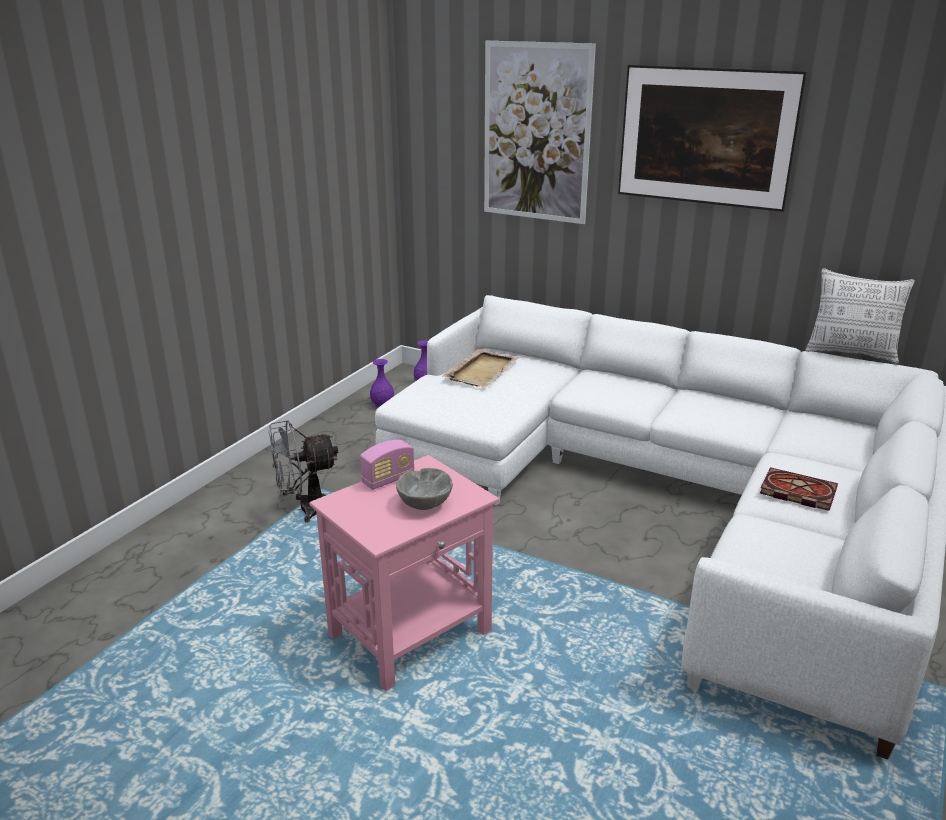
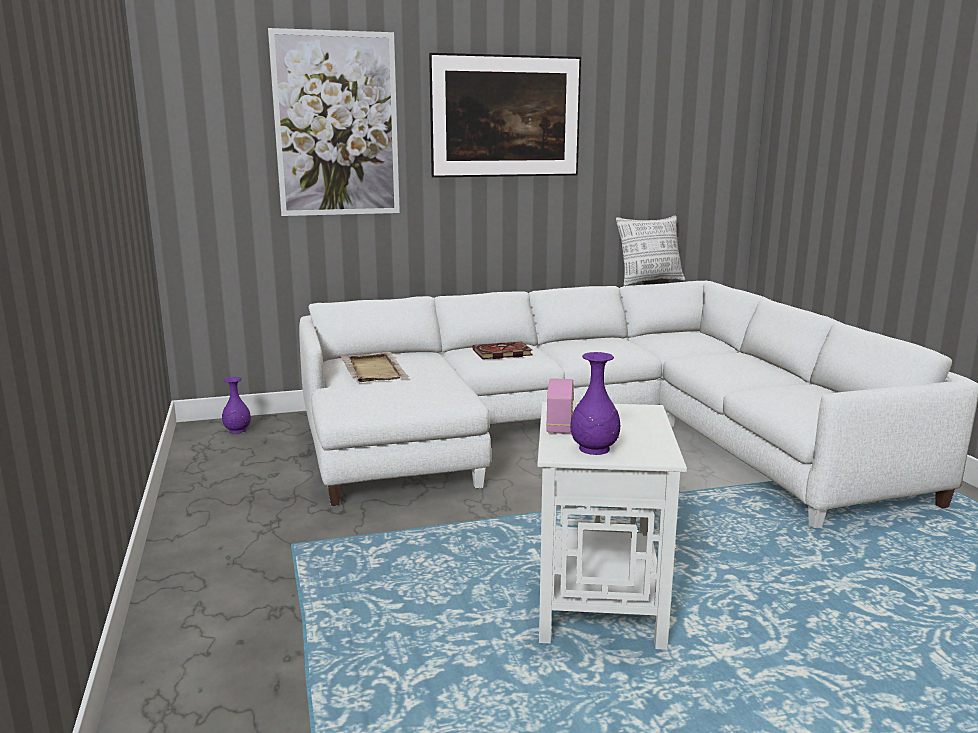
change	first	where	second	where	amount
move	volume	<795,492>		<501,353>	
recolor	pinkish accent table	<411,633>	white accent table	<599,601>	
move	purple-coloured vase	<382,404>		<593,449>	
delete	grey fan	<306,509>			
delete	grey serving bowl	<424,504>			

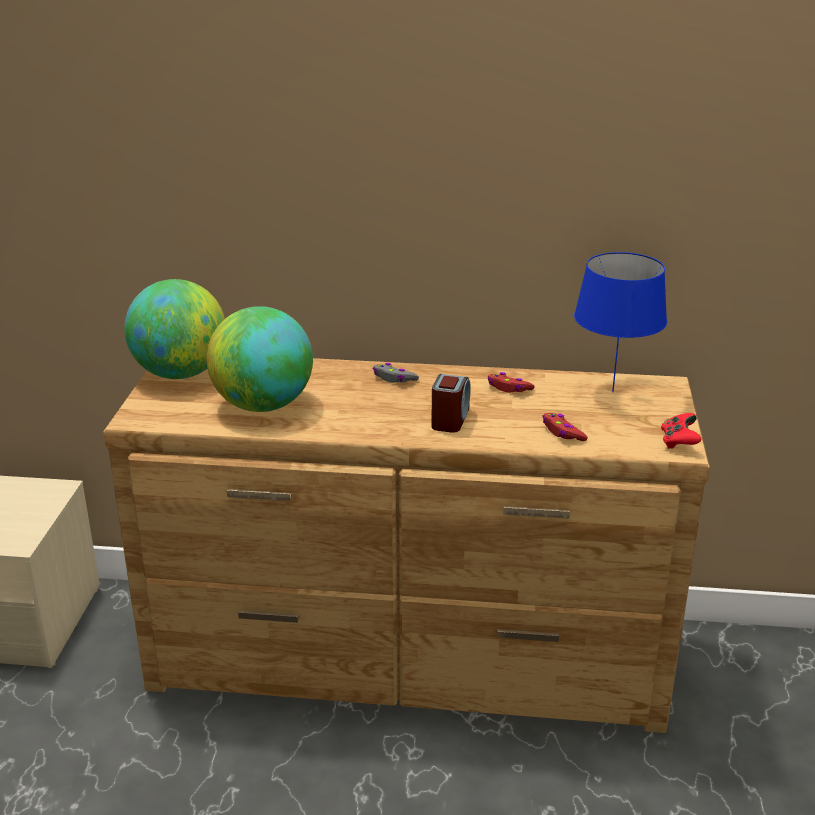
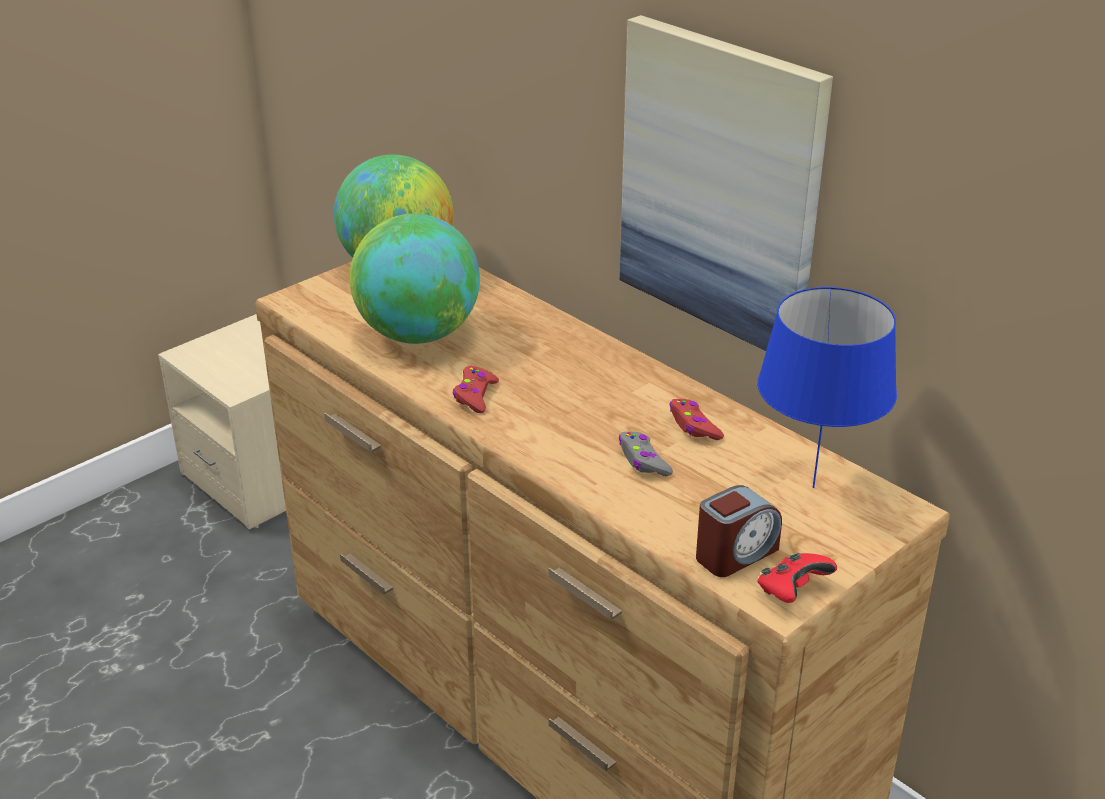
change	first	where	second	where	amount
move	red game controller	<562,433>		<475,396>	
move	grey game controller	<394,379>		<643,461>	
insert			wall art	<721,186>	
move	bedside clock	<450,419>		<735,554>	

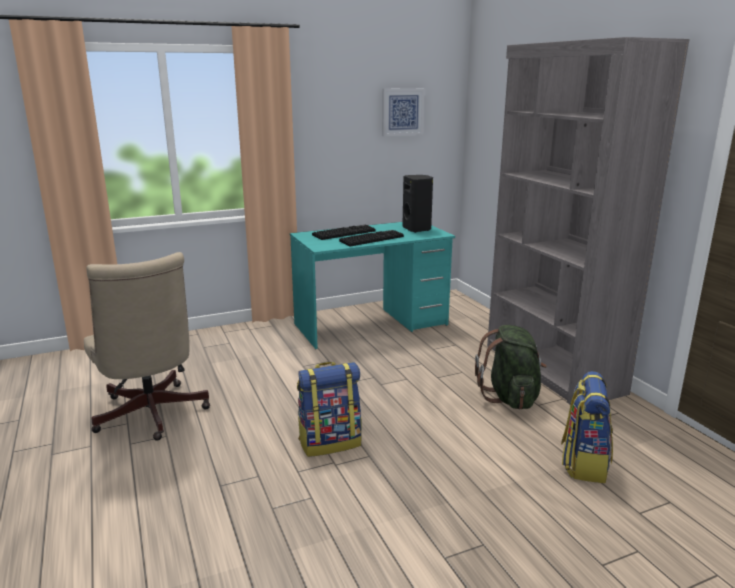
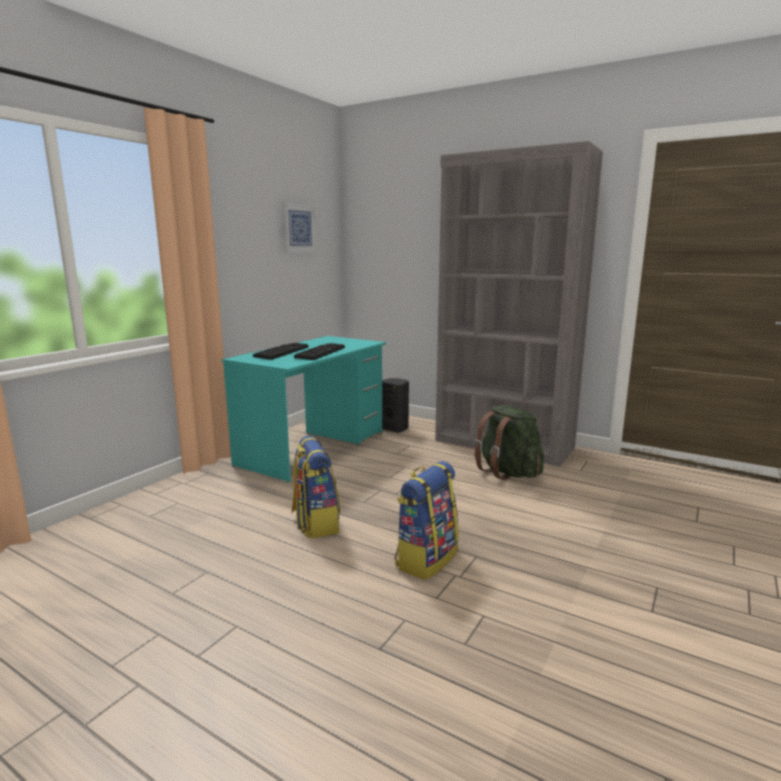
change	first	where	second	where	amount
move	knapsack	<583,463>		<315,523>	
move	black-coloured speaker	<417,229>		<395,428>	
delete	beige-coloured desk chair	<151,416>			

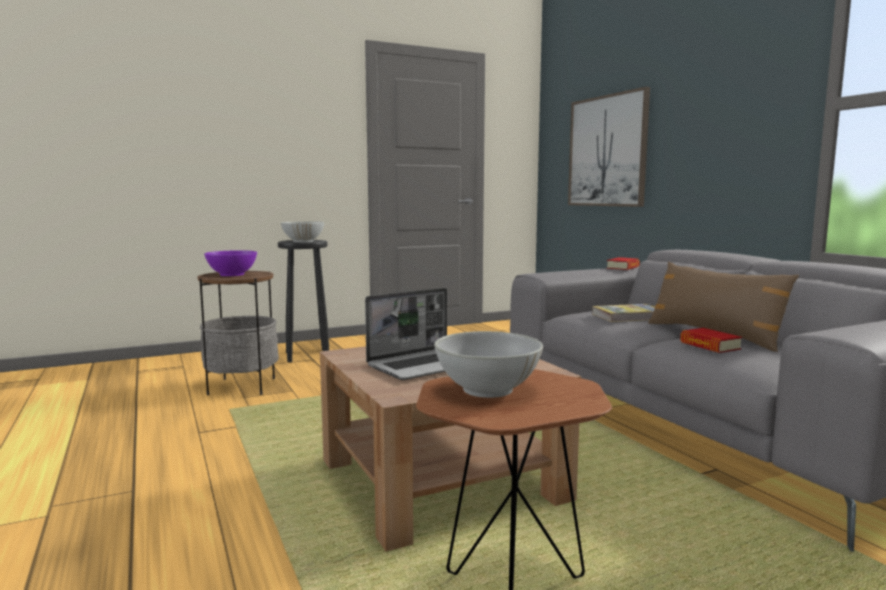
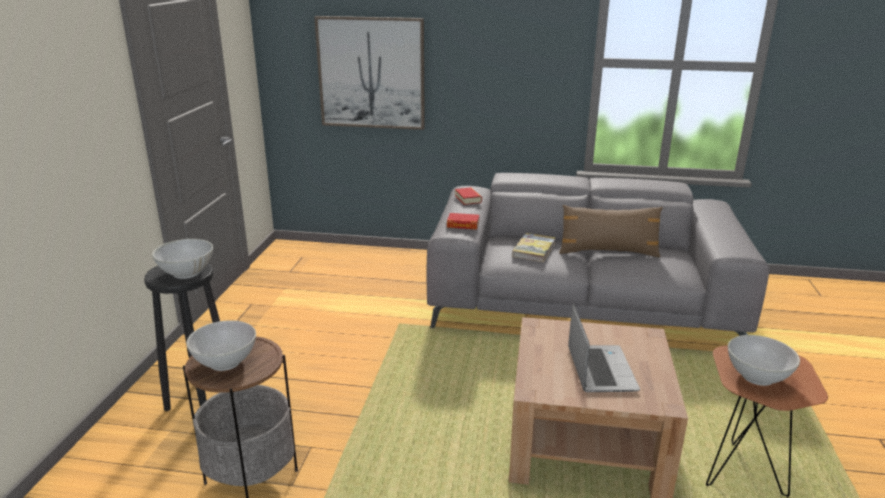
change	first	where	second	where	amount
recolor	purple-coloured serving bowl	<232,275>	white serving bowl	<225,362>	
move	volume	<709,346>		<463,225>	

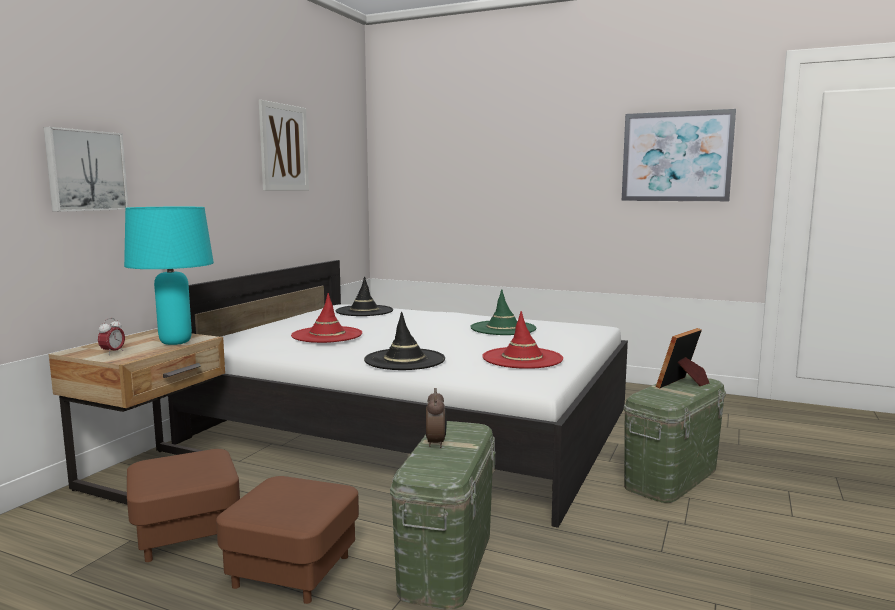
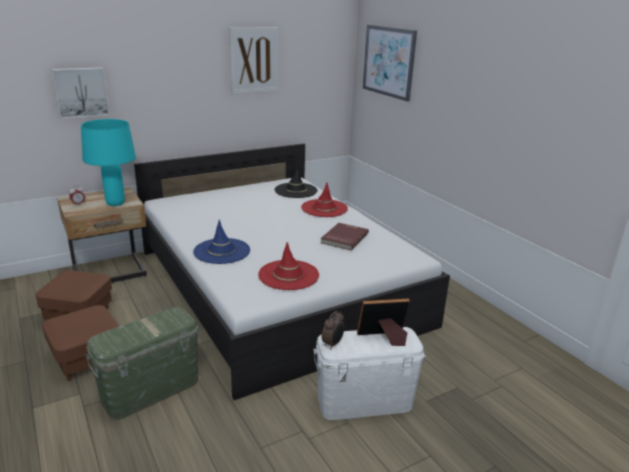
change	first	where	second	where	amount
recolor	black-coloured clothing hat	<404,360>	blue clothing hat	<222,251>	
move	red clothing hat	<327,335>		<324,208>	
recolor	green-coloured storage box	<671,478>	white storage box	<364,402>	
replace	green-coloured clothing hat	<503,328>	red volume	<343,238>	
move	bedside clock	<436,443>		<333,344>	
move	wall art	<676,156>		<388,61>	

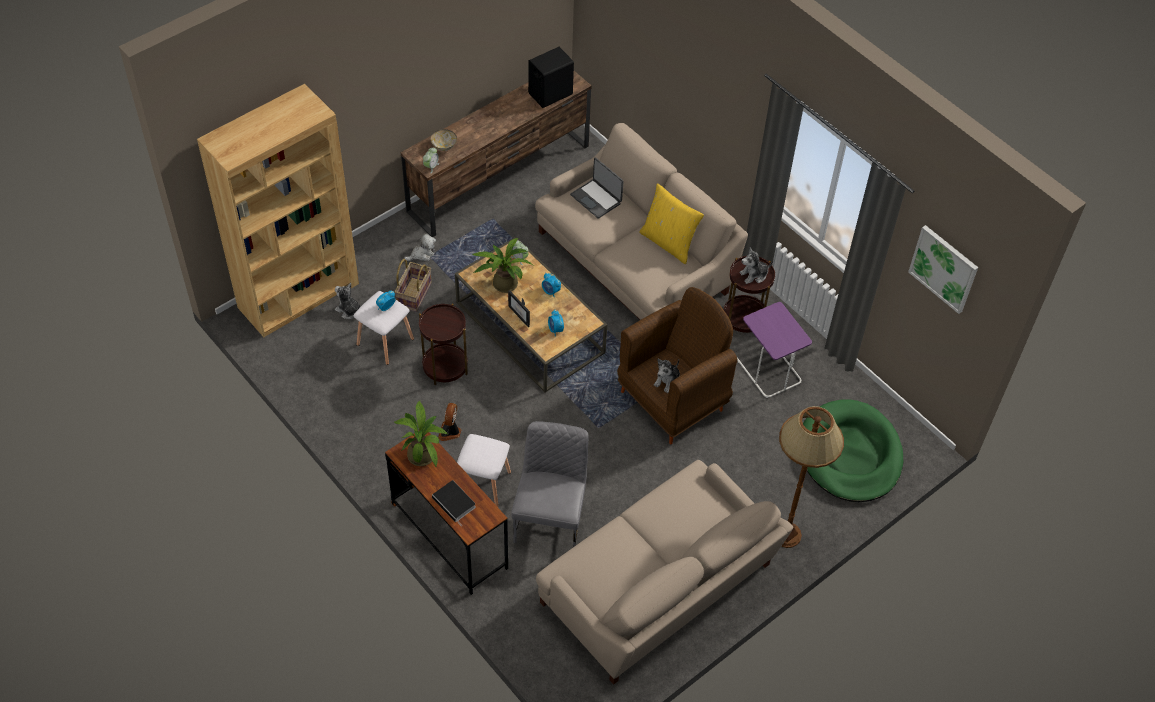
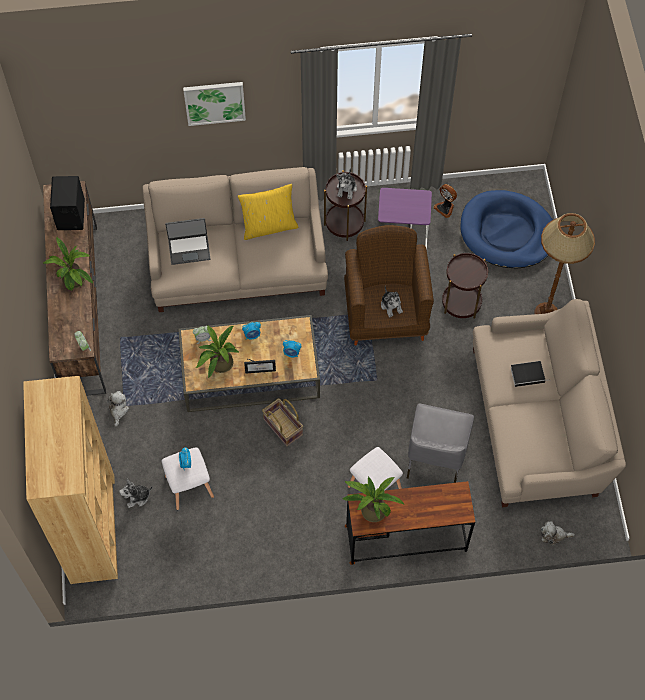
change	first	where	second	where	amount
insert			potted plant	<74,282>	
move	wall art	<944,268>		<214,102>	
move	storage basket	<413,294>		<282,427>	
rotate	grey chair	<551,518>		<435,458>	120 degrees counterclockwise
move	fan	<450,432>		<445,208>	
move	brown accent table	<445,366>		<461,302>	
recolor	green-coloured pet bed	<850,454>	blue pet bed	<507,232>	
move	volume	<455,503>		<528,374>	
insert			cuddly toy	<553,535>	
delete	serving bowl	<444,146>			

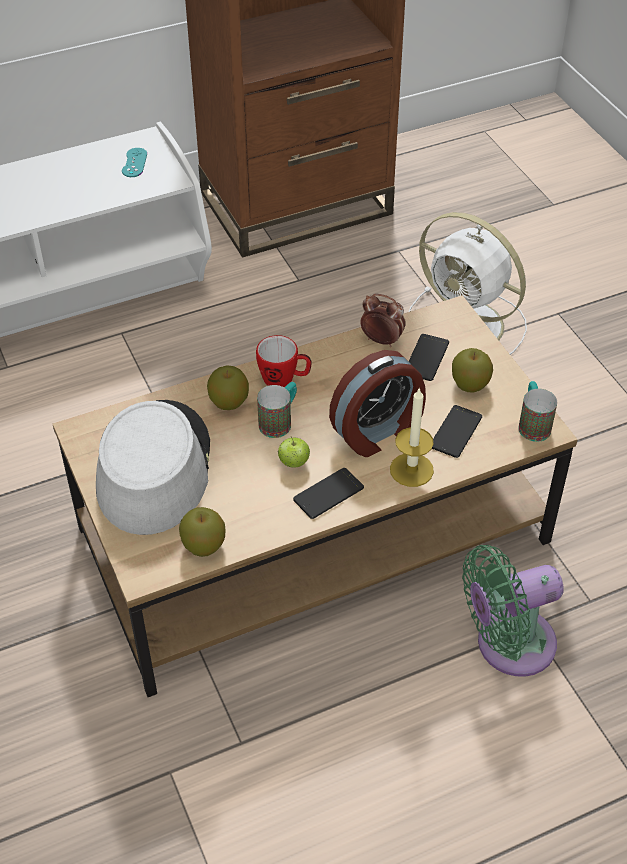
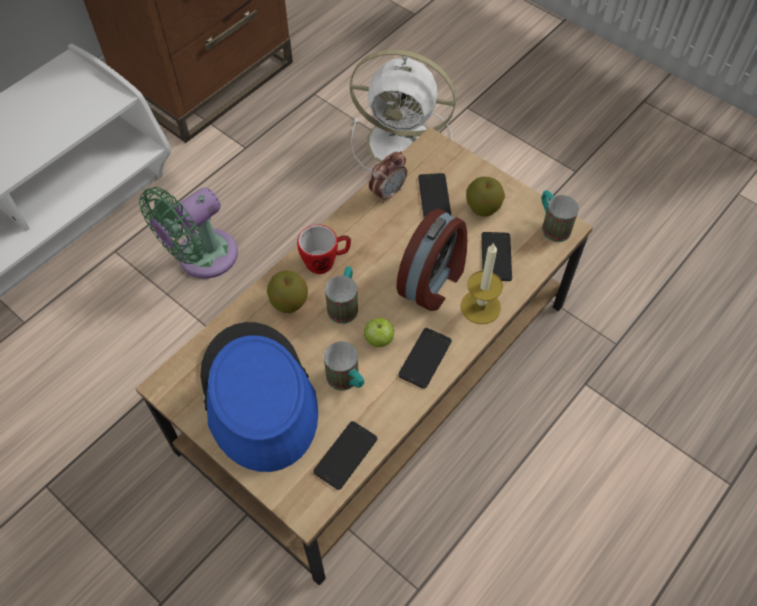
change	first	where	second	where	amount
move	green-coloured fan	<507,645>		<202,258>	
recolor	grey clothing hat	<153,468>	blue clothing hat	<257,396>	
replace	apple	<204,545>	handset	<345,455>	
insert			tea mug	<347,381>	
rotate	bedside clock	<381,340>		<388,193>	135 degrees clockwise
delete	blue-green game controller	<134,163>			

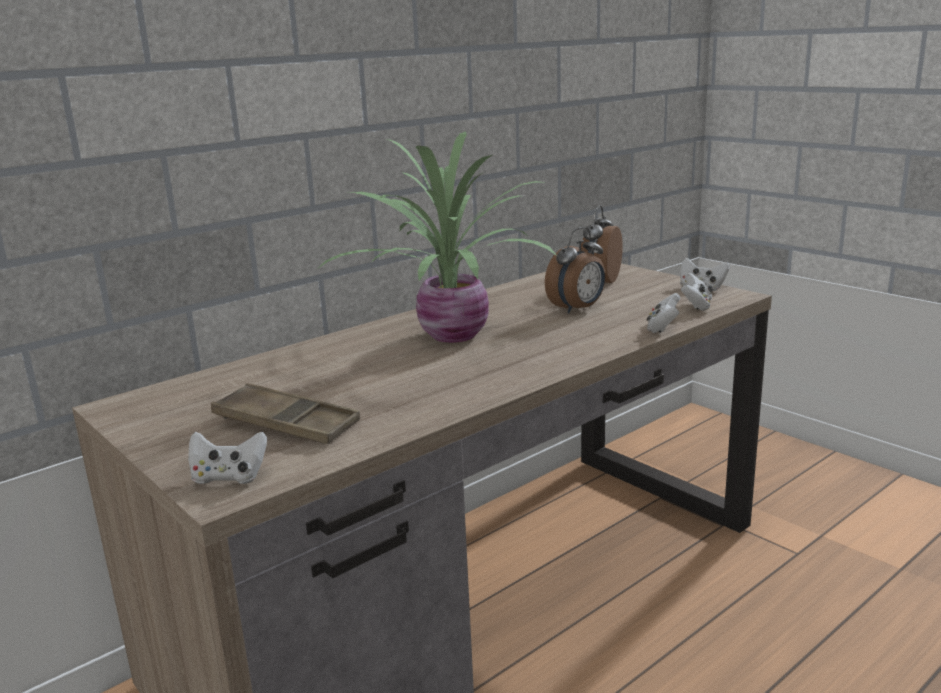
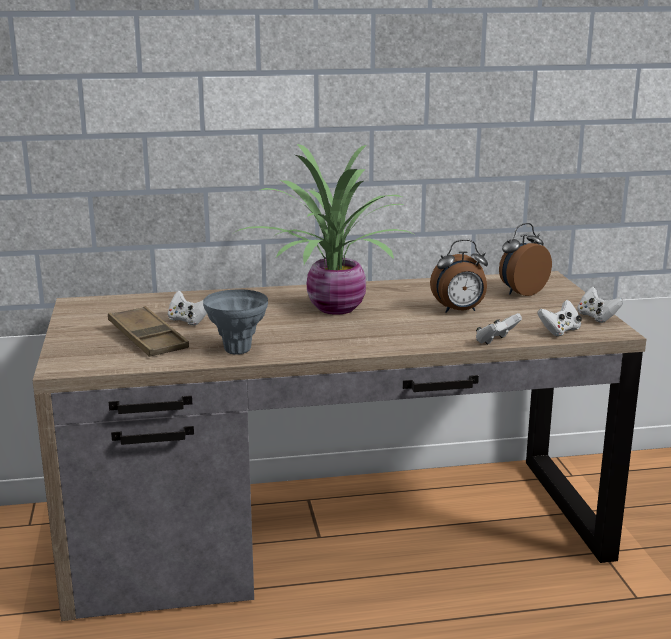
change	first	where	second	where	amount
move	white game controller	<229,477>		<188,321>	
insert			grey vase	<237,350>	

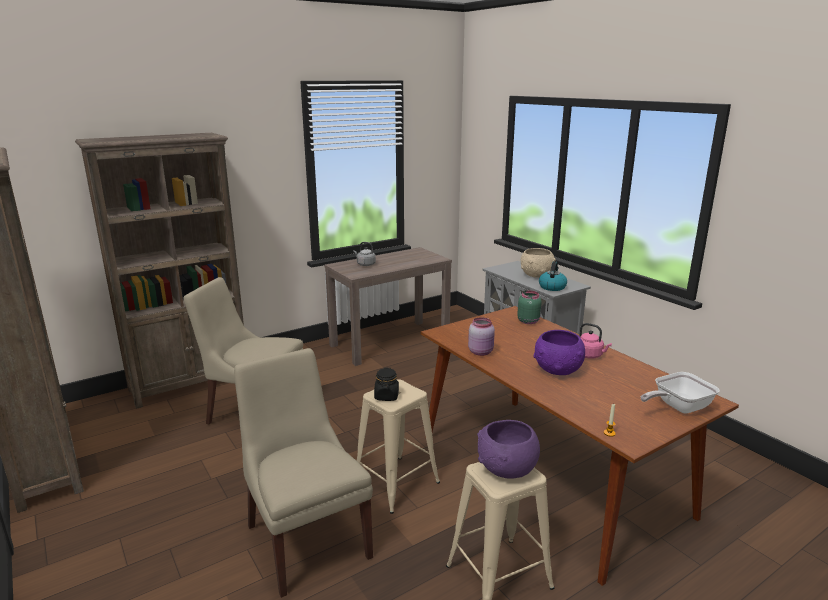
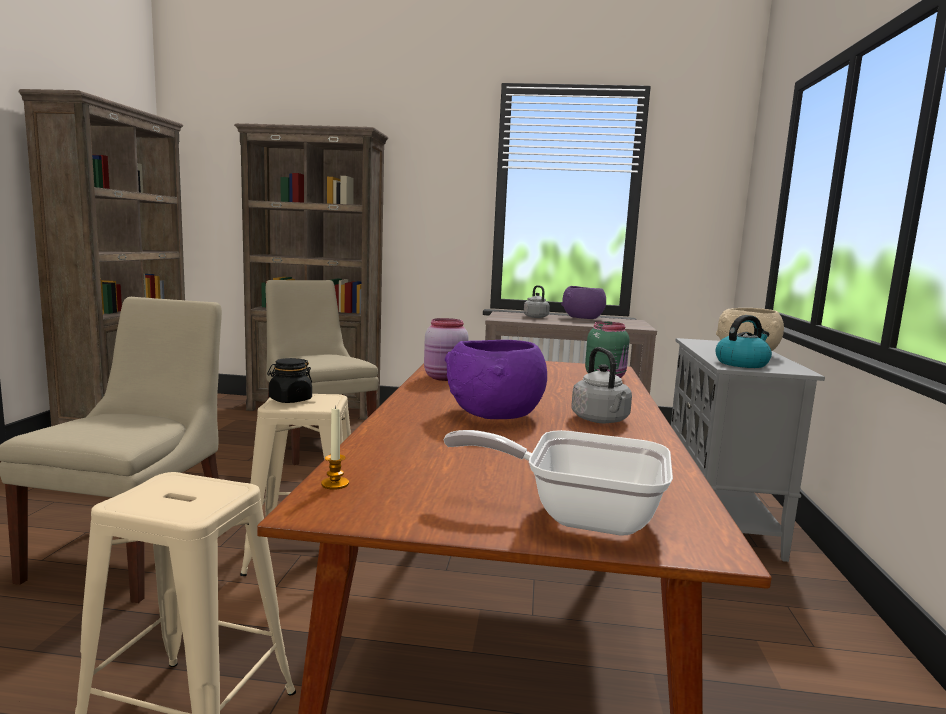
change	first	where	second	where	amount
move	purple-coloured serving bowl	<506,469>		<581,318>	
recolor	pinkish water kettle	<590,355>	grey water kettle	<601,420>	

